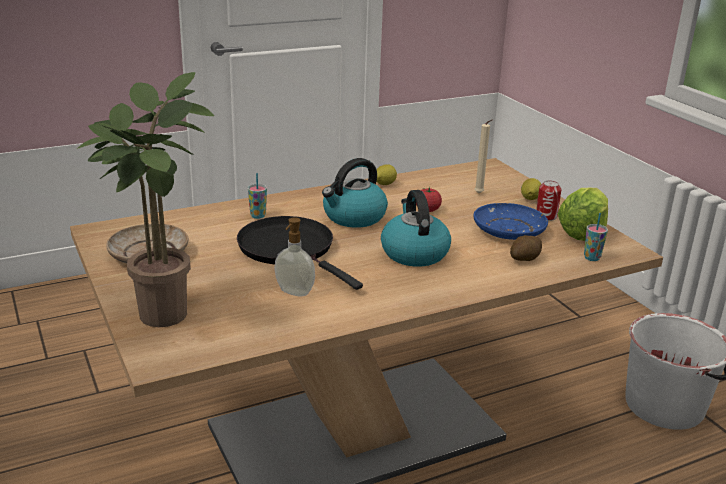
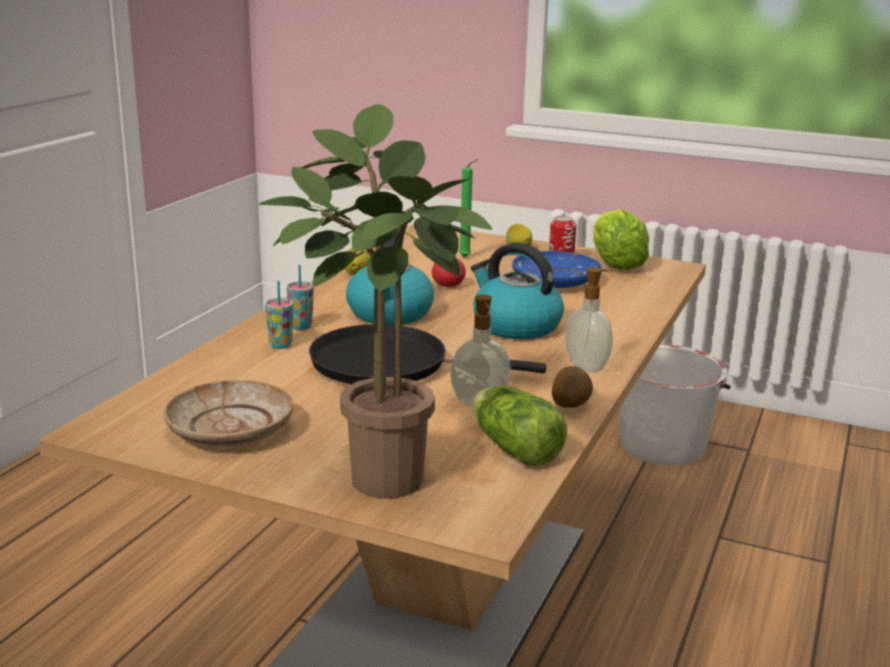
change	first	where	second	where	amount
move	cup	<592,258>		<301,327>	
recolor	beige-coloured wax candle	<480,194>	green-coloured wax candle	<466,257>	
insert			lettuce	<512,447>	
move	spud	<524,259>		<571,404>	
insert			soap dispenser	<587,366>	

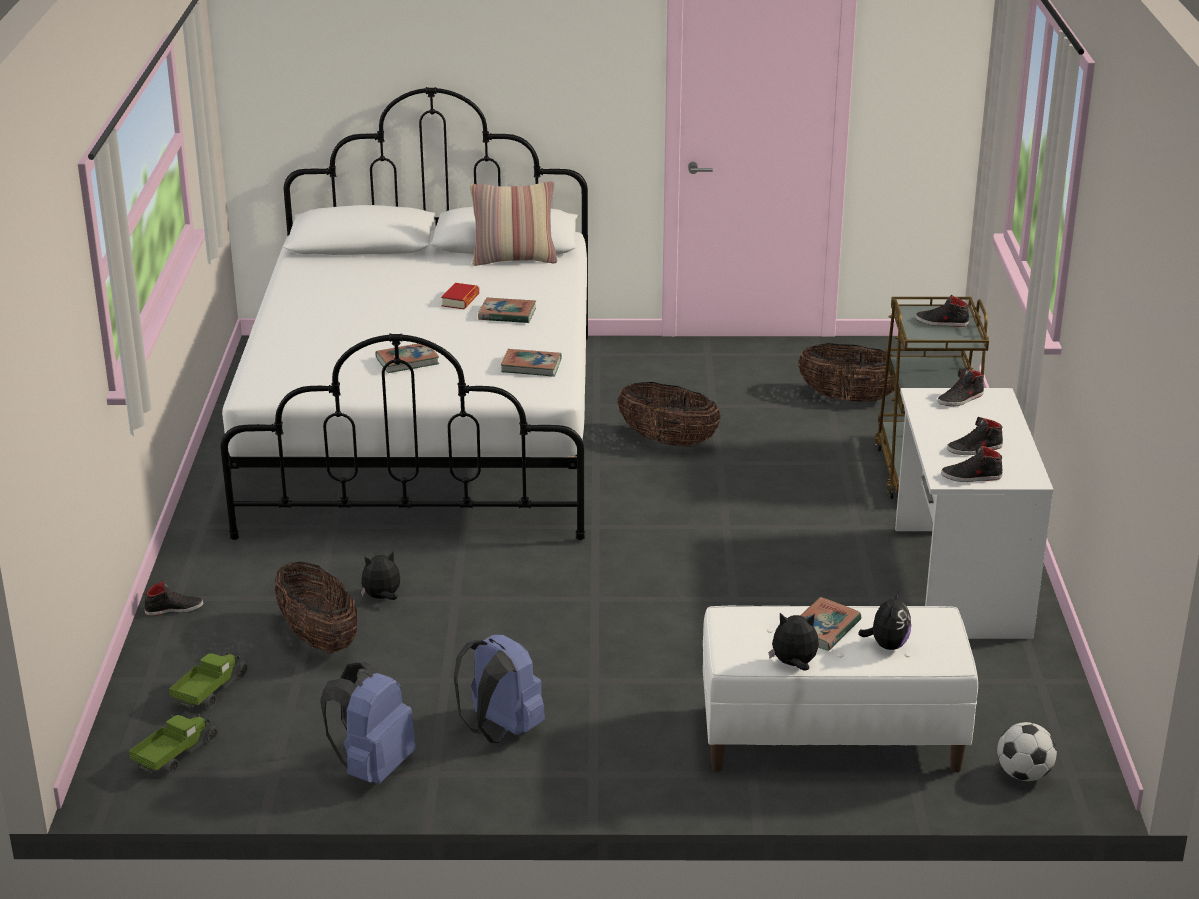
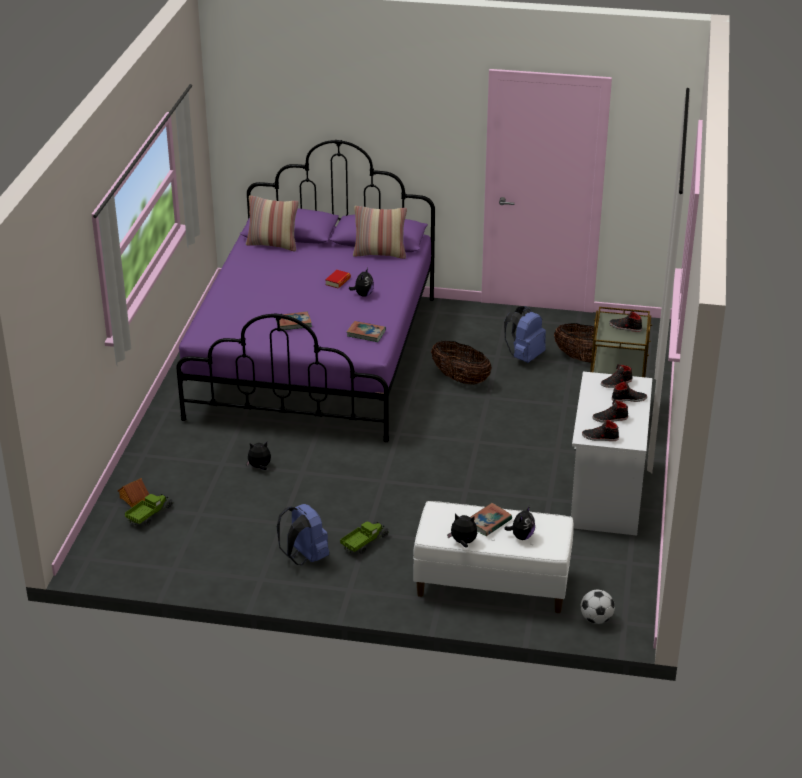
change	first	where	second	where	amount
insert			toy house	<133,498>	
recolor	white sleeping bed	<427,430>	purple-coloured sleeping bed	<315,357>	
insert			cushion	<273,244>	
move	toy truck	<176,755>		<364,543>	
replace	volume	<507,314>	cuddly toy	<363,294>	
move	blue knapsack	<372,767>		<524,356>	
move	black-coloured item of footwear	<174,609>		<629,399>	
delete	storage basket	<318,638>			

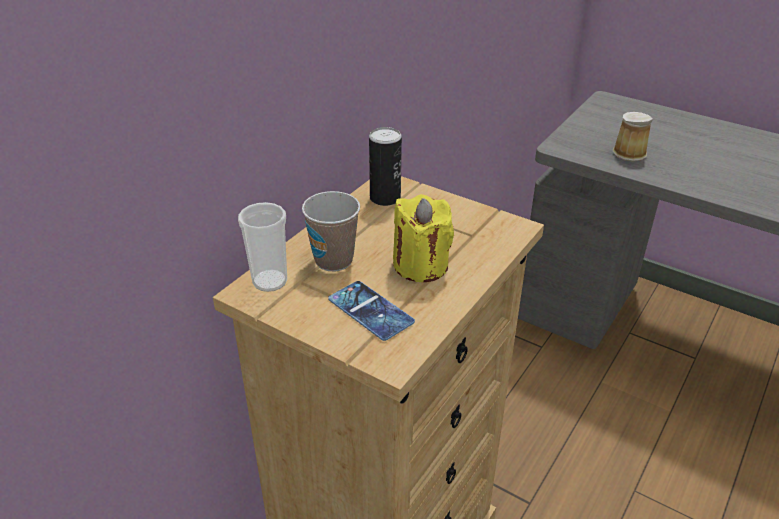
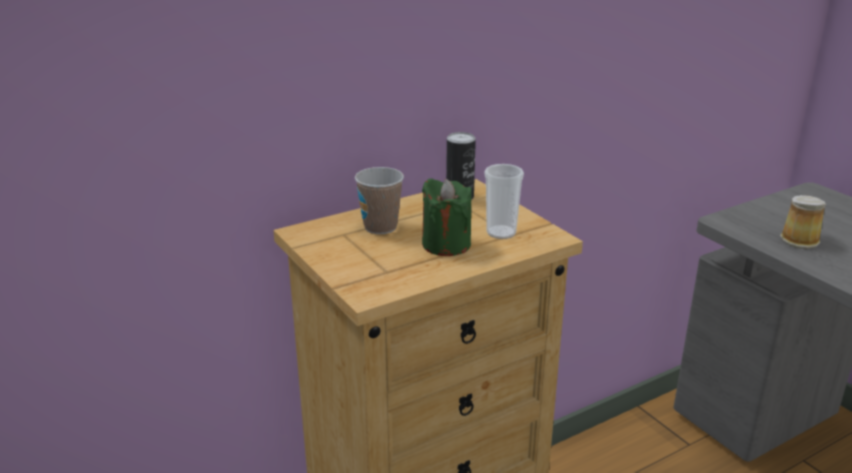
change	first	where	second	where	amount
recolor	yellow wax candle	<420,265>	green-coloured wax candle	<446,244>	
move	cup	<270,281>		<501,233>	
delete	handset	<370,311>			

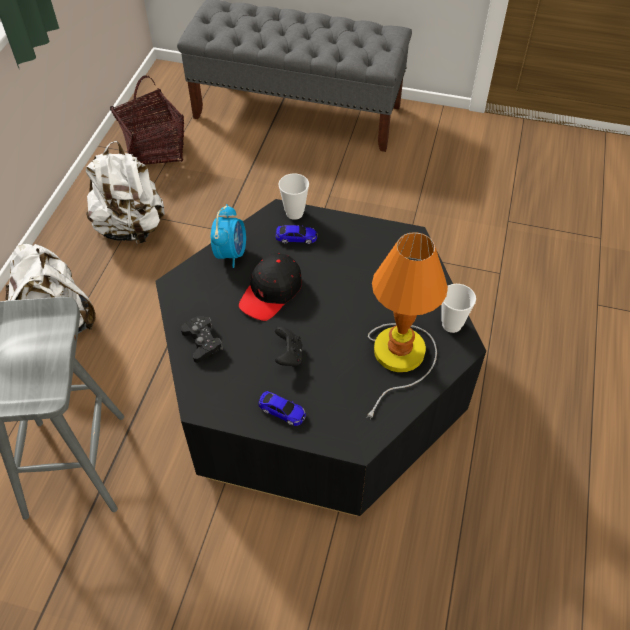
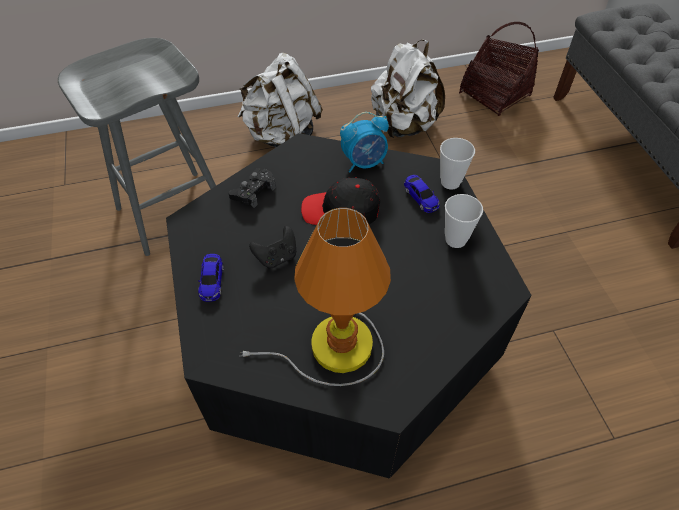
change	first	where	second	where	amount
move	cup	<451,324>		<455,239>	

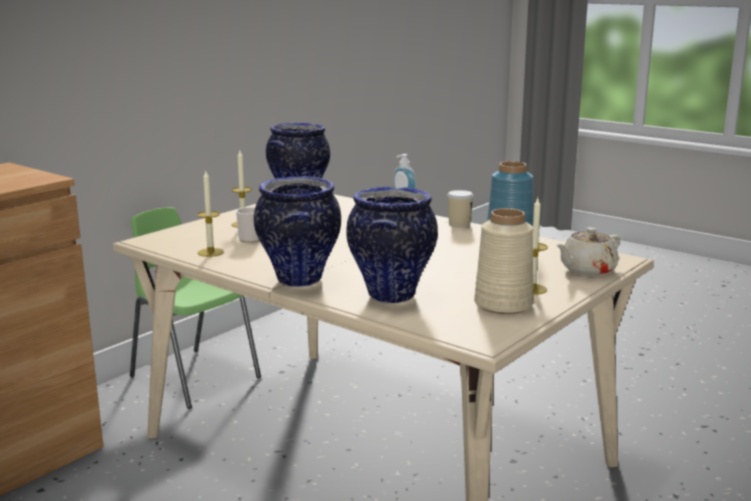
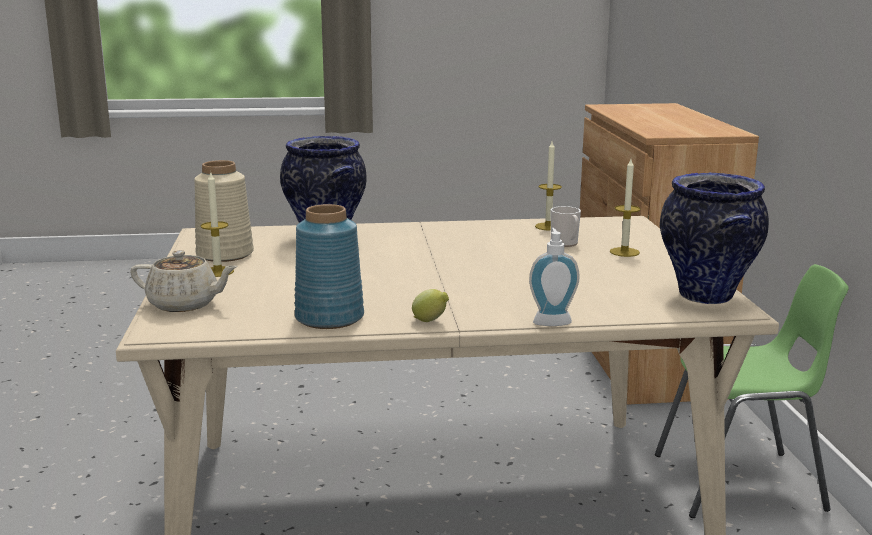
change	first	where	second	where	amount
rotate	beige-coloured pot for tea	<587,270>		<185,304>	90 degrees clockwise
replace	cup	<459,224>	whole lemon	<430,321>	
delete	vase	<299,280>			

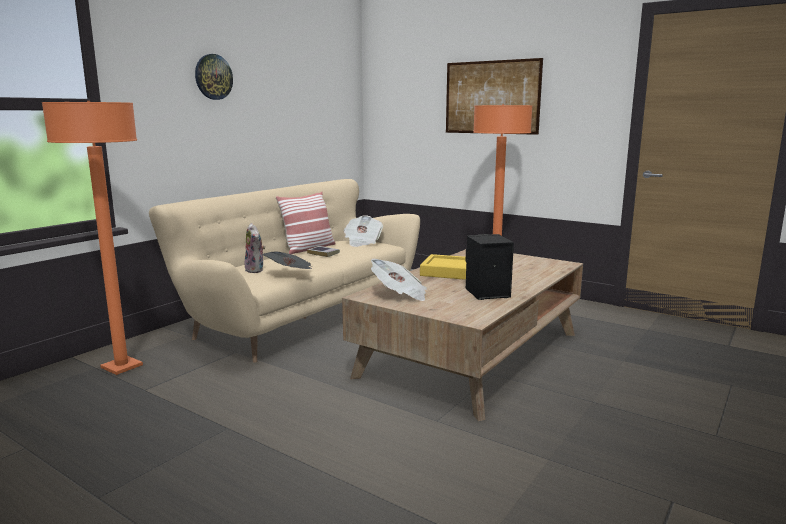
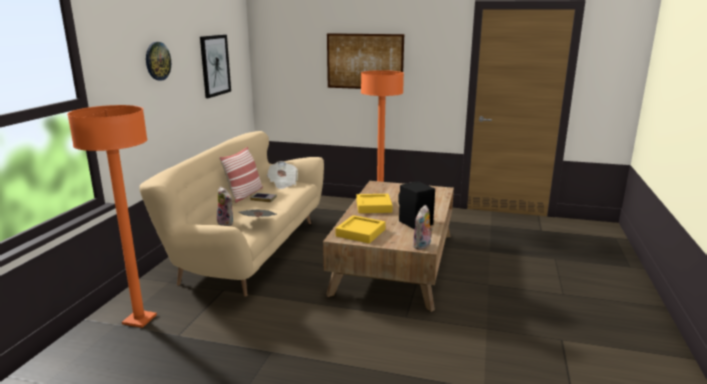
change	first	where	second	where	amount
insert			wall art	<215,65>	
replace	printed paper	<400,295>	yellow carrying tray	<360,233>	
insert			cuddly toy	<422,246>	

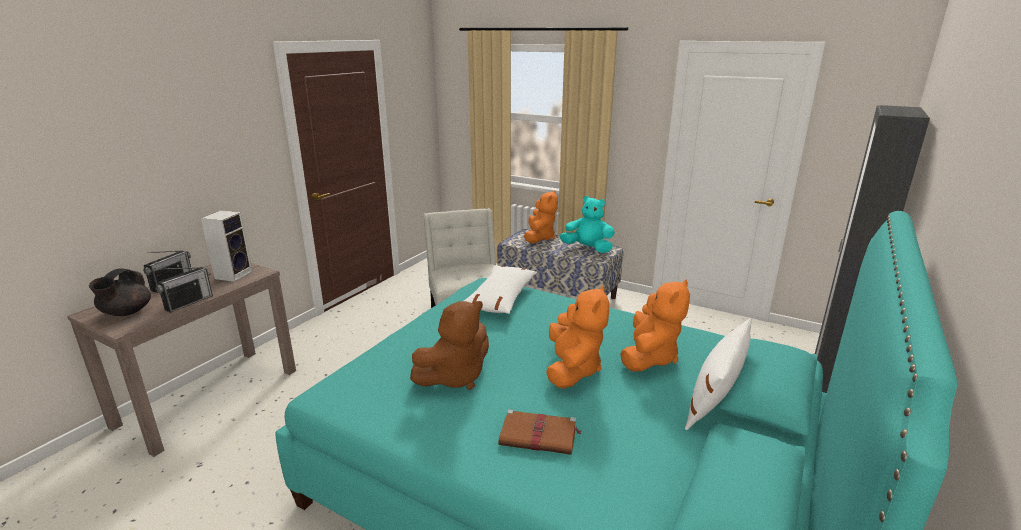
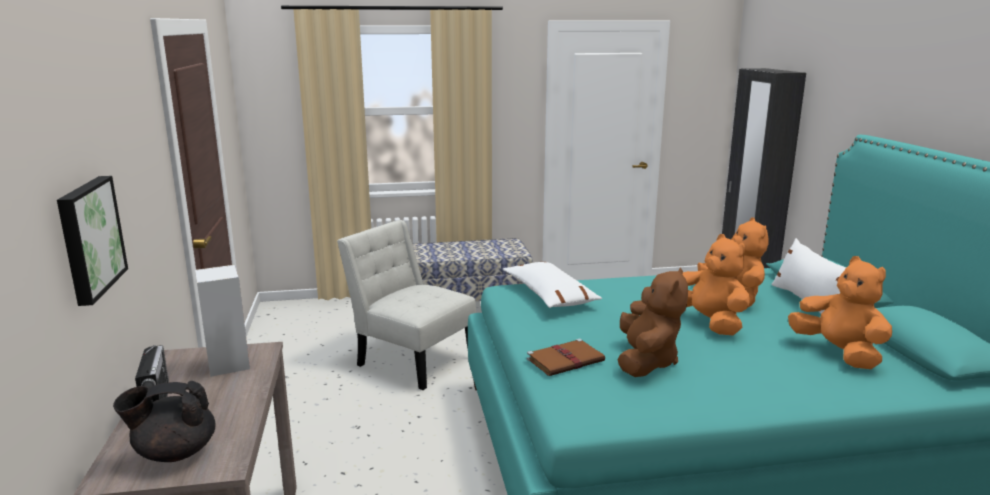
change	first	where	second	where	amount
insert			wall art	<88,238>	
rotate	black-coloured pot for tea	<126,312>		<174,452>	105 degrees clockwise
move	brown volume	<539,435>		<566,360>	
move	orangey cuddly toy	<539,238>		<838,353>	
delete	radio receiver	<189,302>			
delete	blue-green cuddly toy	<588,249>			

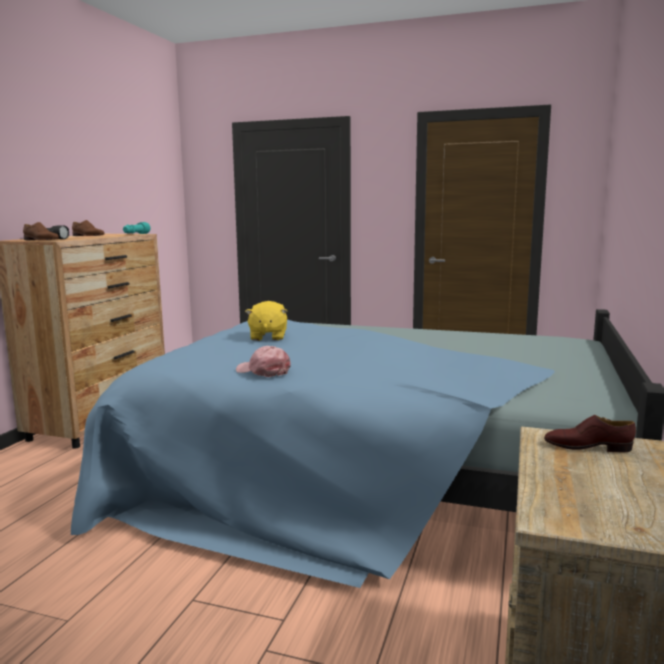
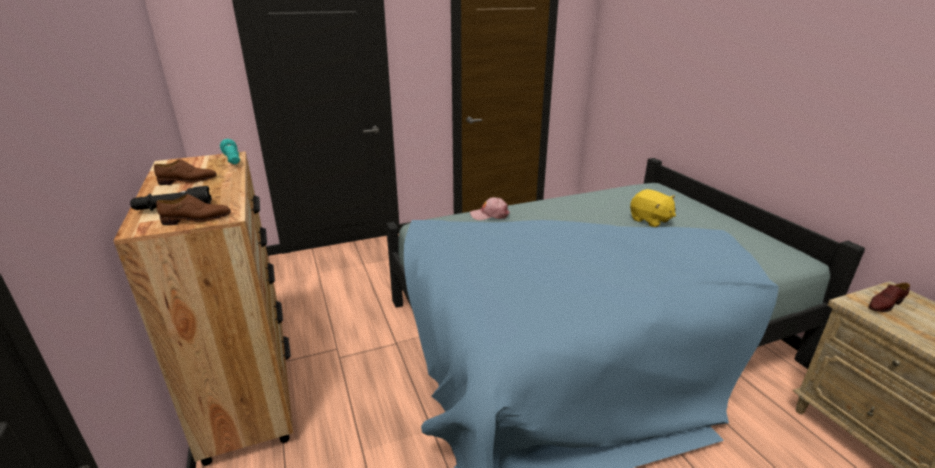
change	first	where	second	where	amount
move	pinkish peaked cap	<263,371>		<490,215>	
move	yellow cuddly toy	<267,337>		<650,220>	

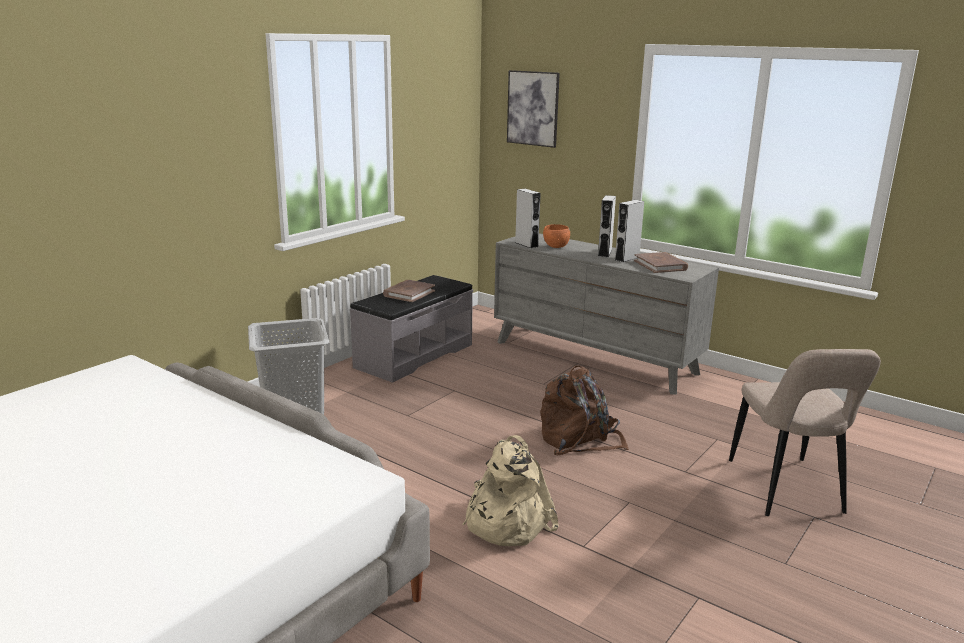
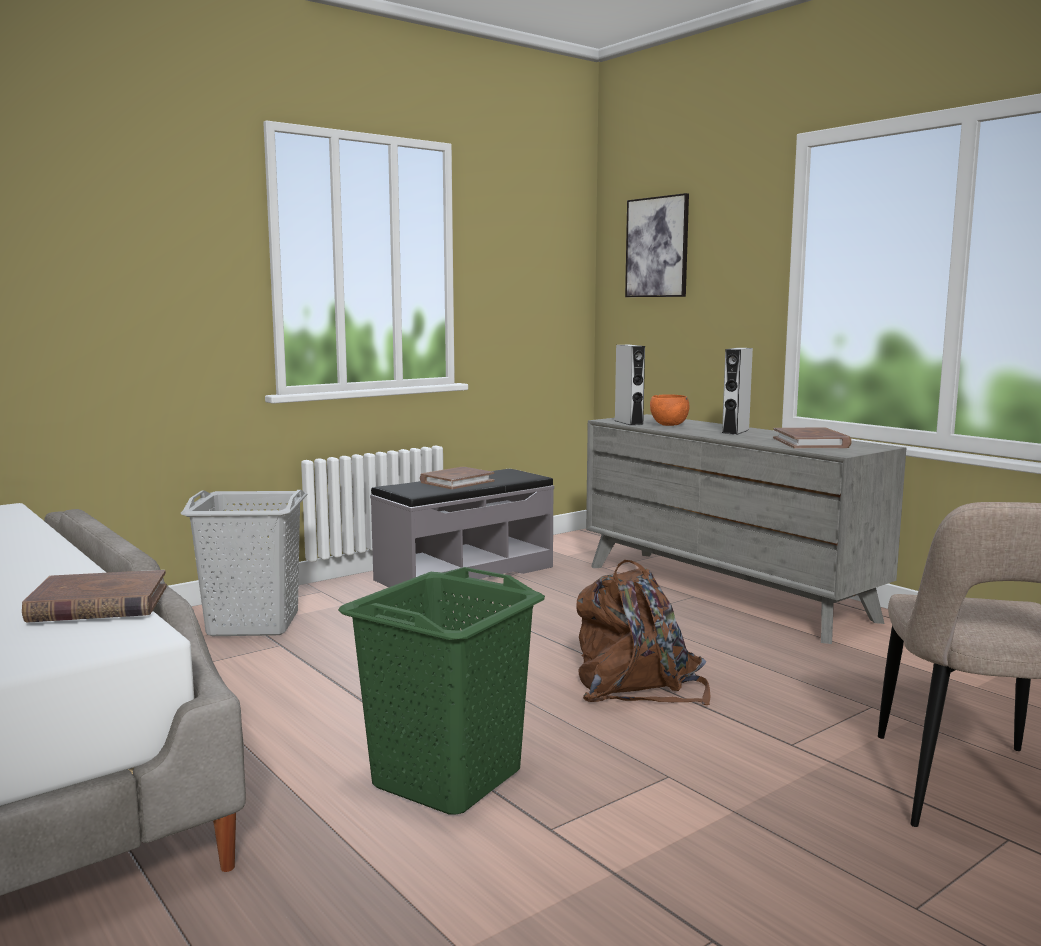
change	first	where	second	where	amount
insert			brown volume	<98,604>	
replace	beige-coloured knapsack	<505,521>	green-coloured laundry basket	<448,778>	
delete	grey speaker	<627,258>			

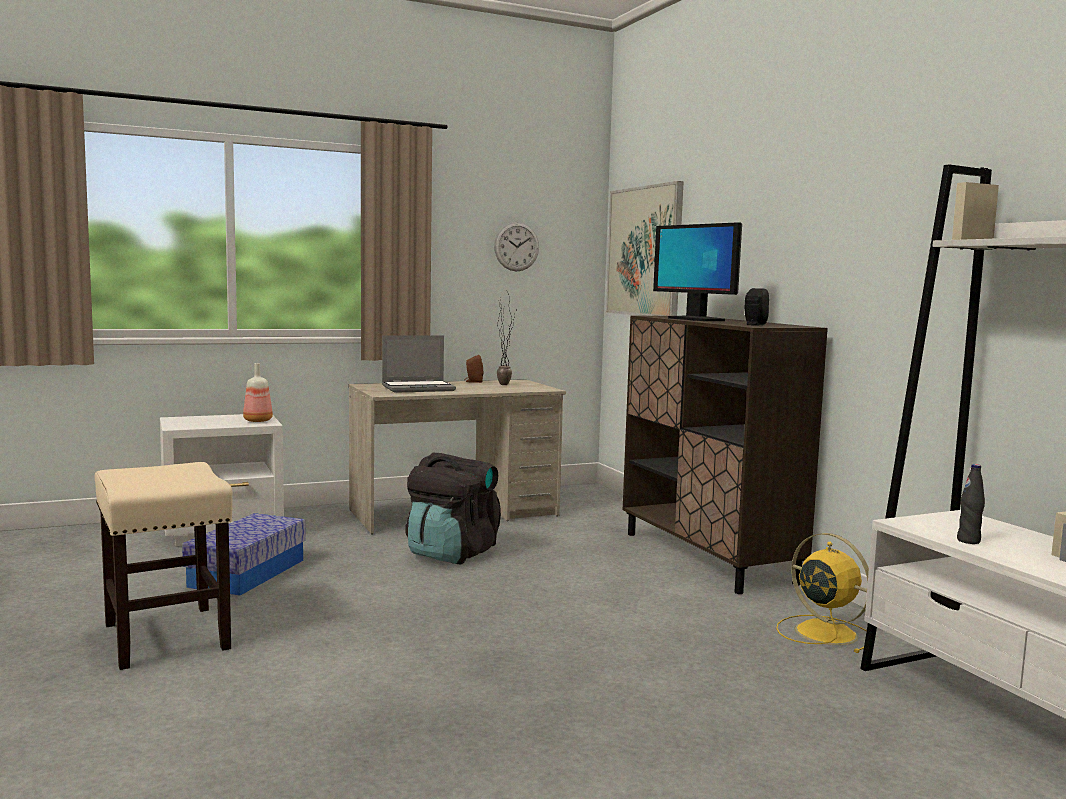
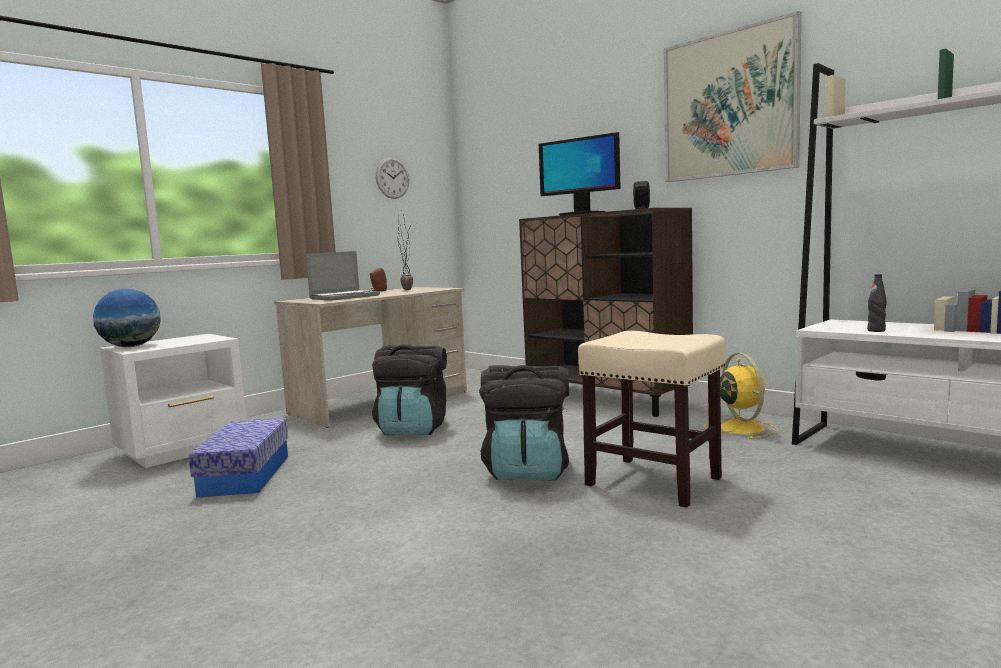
change	first	where	second	where	amount
insert			world globe	<131,346>	
insert			black-coloured knapsack	<528,471>	
move	beige-coloured stool	<167,637>		<655,481>	
move	wall art	<644,251>		<729,105>	
rotate	yellow fan	<823,632>		<740,428>	45 degrees clockwise
delete	beverage bottle	<258,421>			

